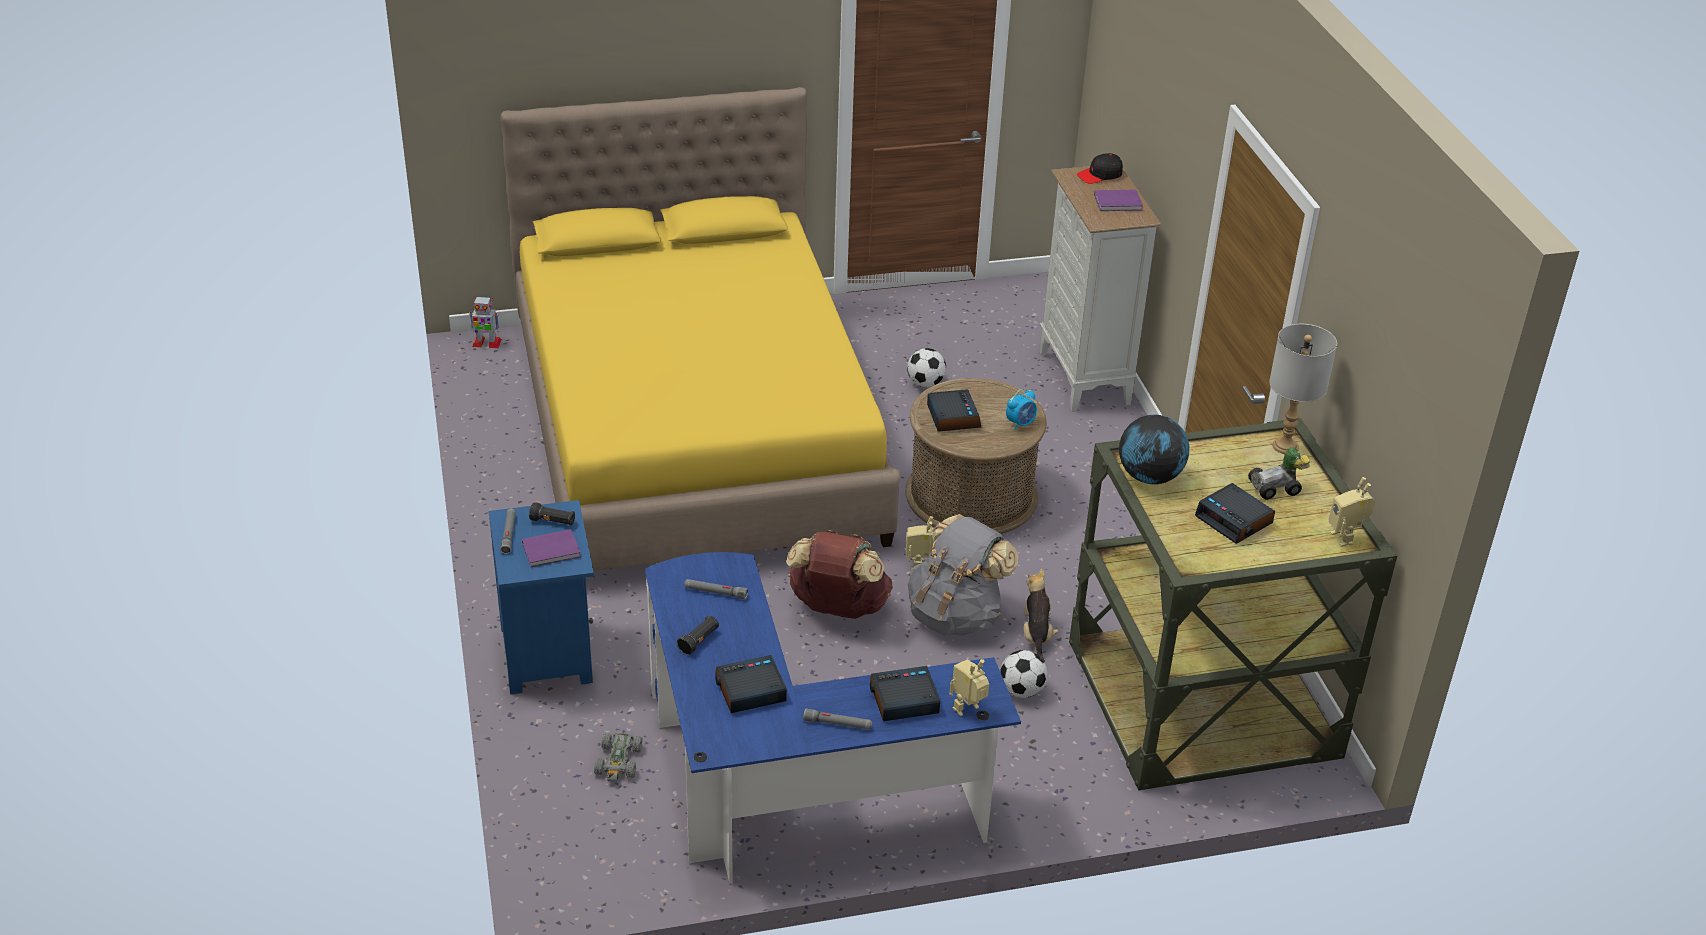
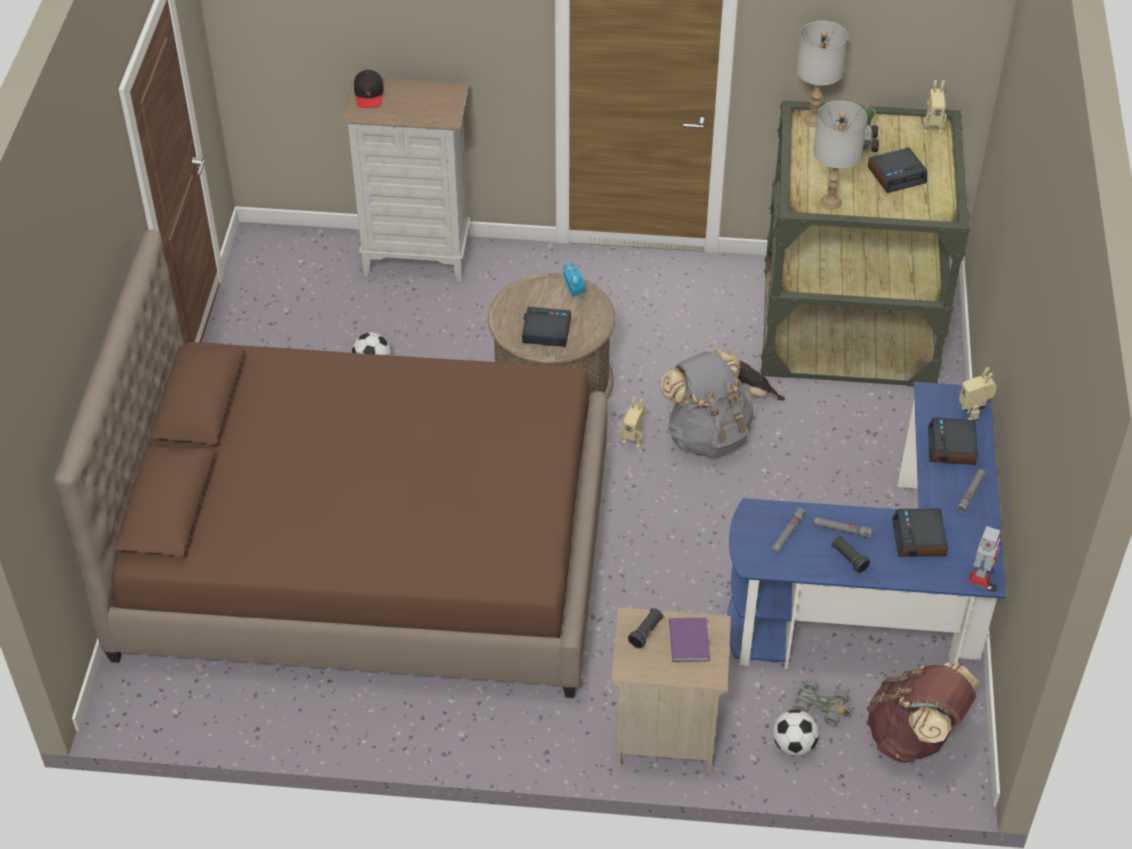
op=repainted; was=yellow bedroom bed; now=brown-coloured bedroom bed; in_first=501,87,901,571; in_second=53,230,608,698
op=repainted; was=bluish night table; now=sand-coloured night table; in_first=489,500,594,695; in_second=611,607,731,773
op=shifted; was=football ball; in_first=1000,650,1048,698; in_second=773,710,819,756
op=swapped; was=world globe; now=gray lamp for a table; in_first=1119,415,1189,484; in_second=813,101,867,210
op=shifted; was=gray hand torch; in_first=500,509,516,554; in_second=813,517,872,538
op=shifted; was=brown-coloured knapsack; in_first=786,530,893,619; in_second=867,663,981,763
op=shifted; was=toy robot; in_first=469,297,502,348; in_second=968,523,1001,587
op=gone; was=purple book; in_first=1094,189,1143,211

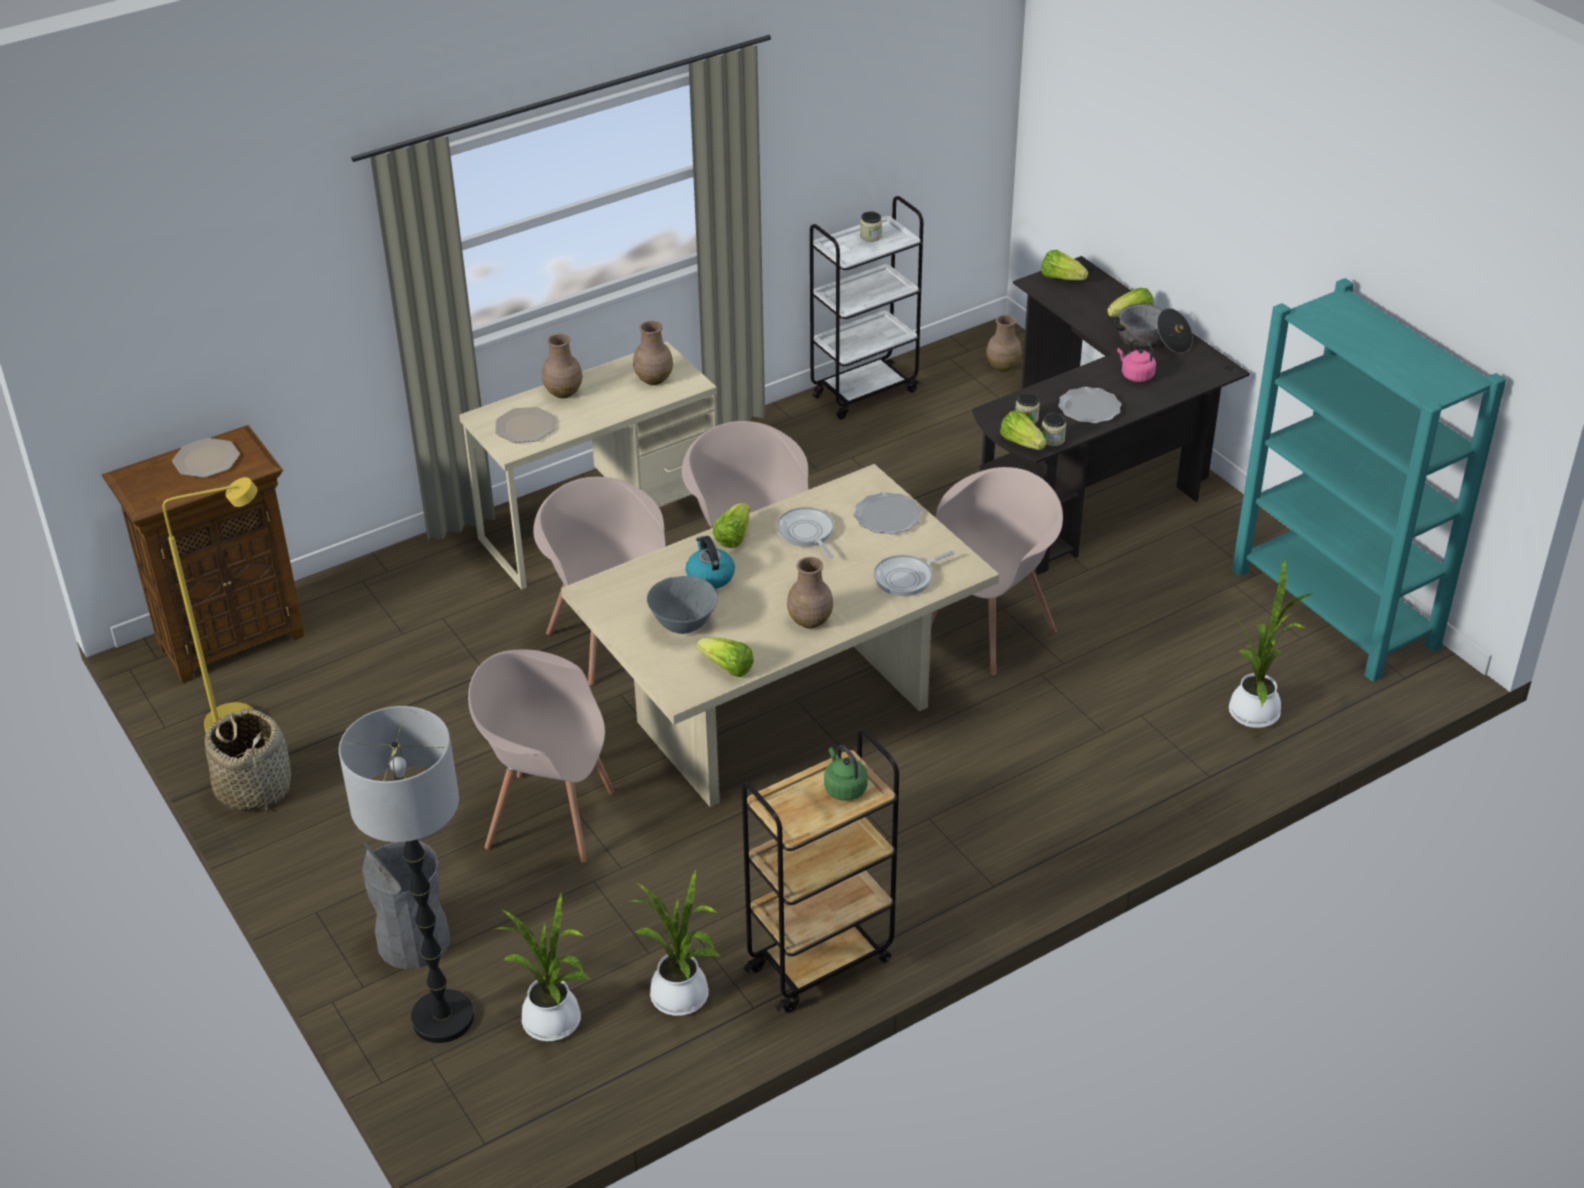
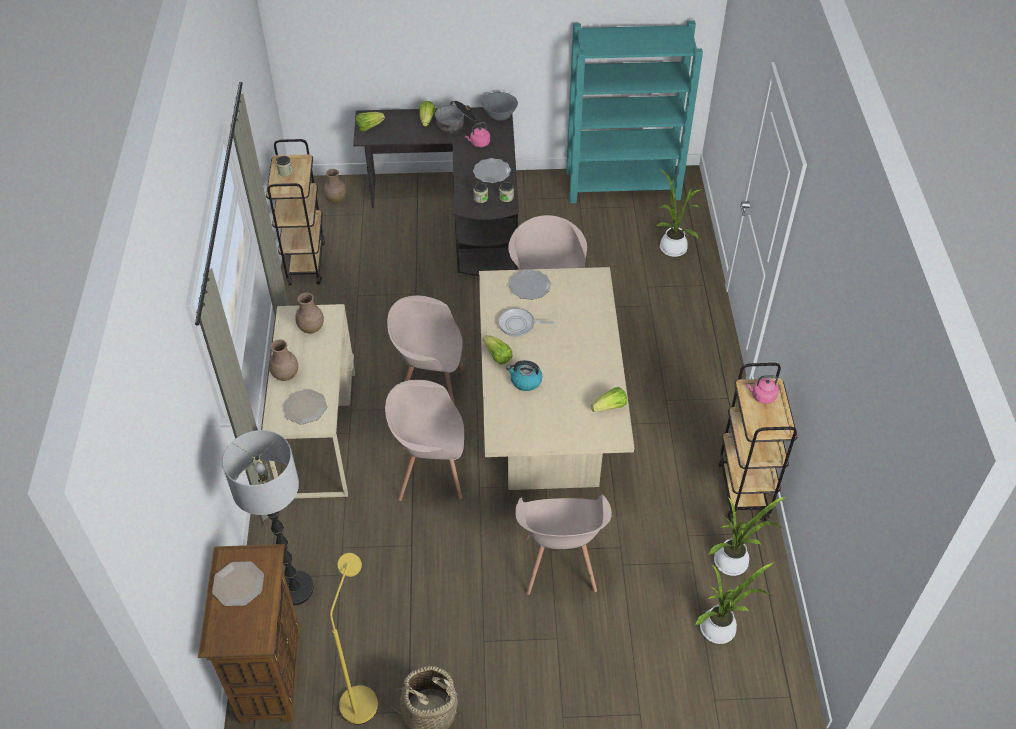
op=shifted; was=floor lamp; in_first=339,706,474,1043; in_second=222,430,314,606
op=repainted; was=white cart; now=brown-coloured cart; in_first=810,196,923,420; in_second=266,139,325,285
op=shifted; was=gray bowl; in_first=647,576,718,634; in_second=481,92,518,120
op=rotated; was=sand-coloured chair; in_first=468,650,614,863; in_second=515,495,612,595; clockwise=-45
op=repainted; was=green kettle; now=pinkish kettle; in_first=824,745,868,801; in_second=746,375,779,404
op=gone; was=gray trash can; in_first=362,841,451,970
op=gone; was=brown-coloured flower vase; in_first=787,557,833,629
op=gone; was=frying pan; in_first=874,550,955,596
op=gone; was=lettuce head; in_first=1000,411,1046,450

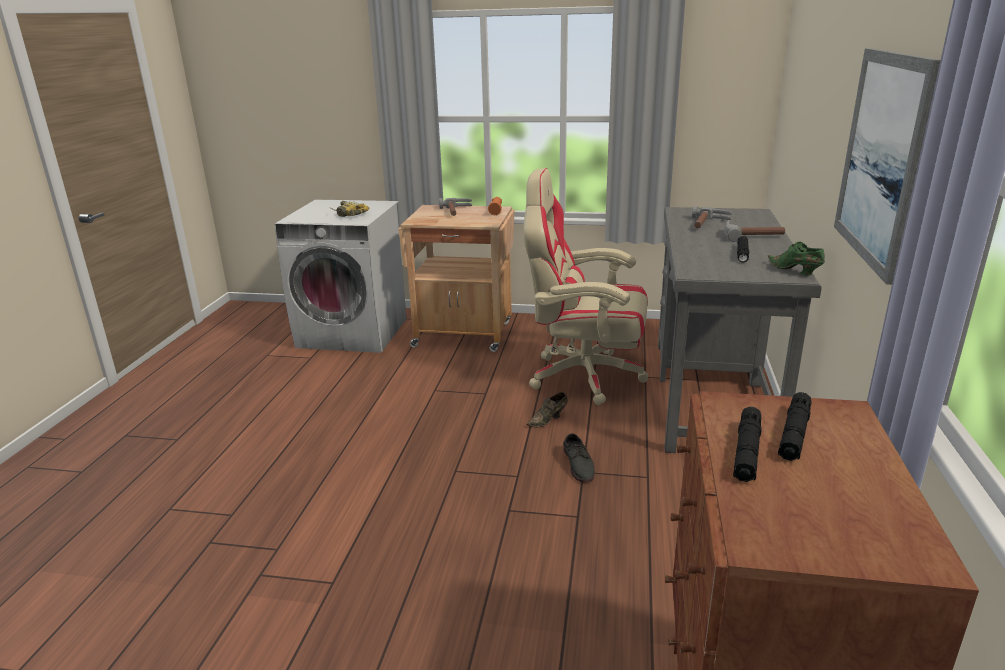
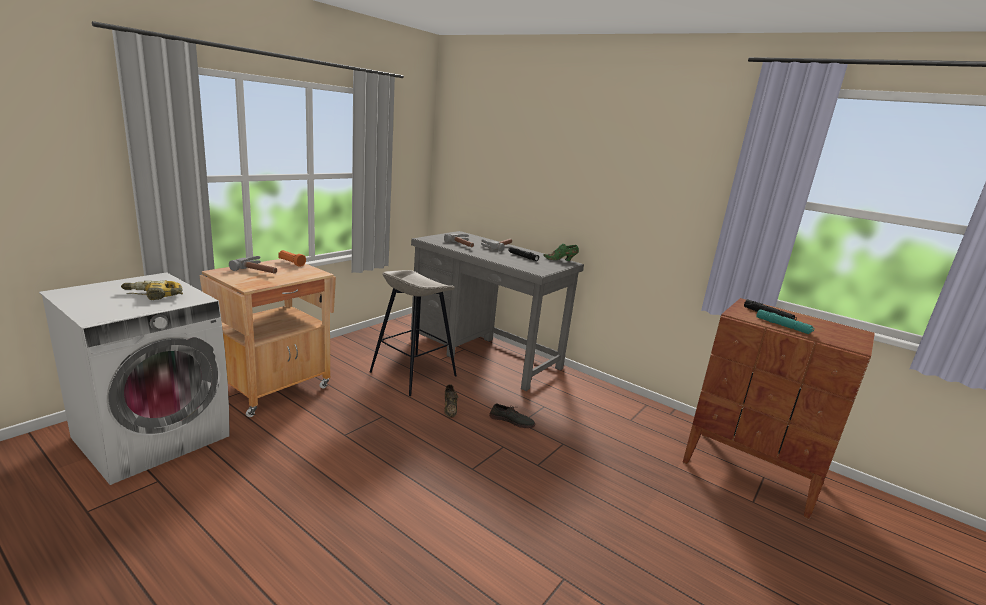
op=swapped; was=sand-coloured office chair; now=gray stool seat; in_first=524,168,648,405; in_second=370,270,457,396
op=repainted; was=black-coloured hand torch; now=blue-green hand torch; in_first=733,407,762,482; in_second=756,309,814,334
op=gone; was=wall art; in_first=834,48,941,285

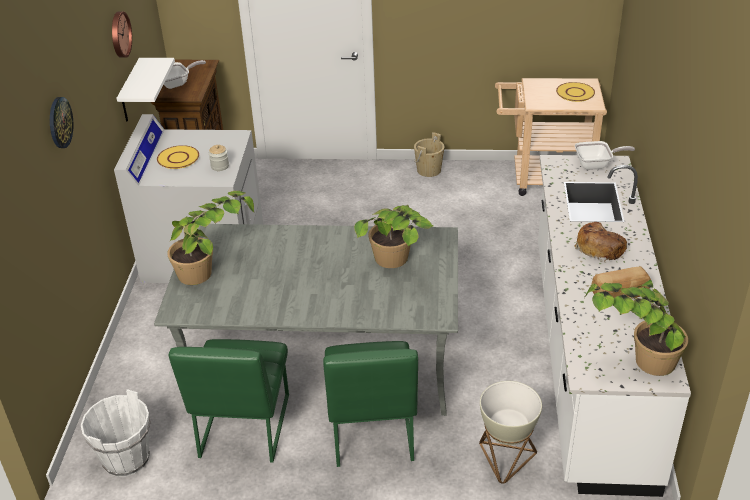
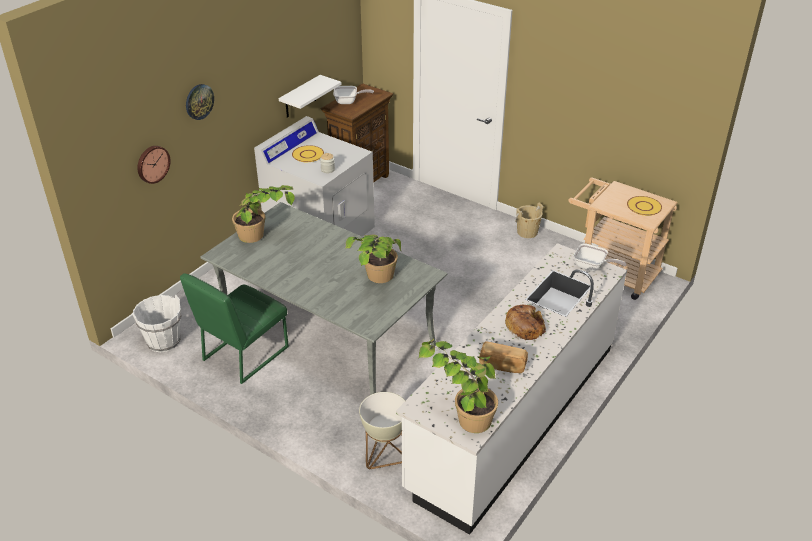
op=shifted; was=hanging clock; in_first=112,12,132,58; in_second=137,146,170,184
op=gone; was=green chair; in_first=323,341,418,467

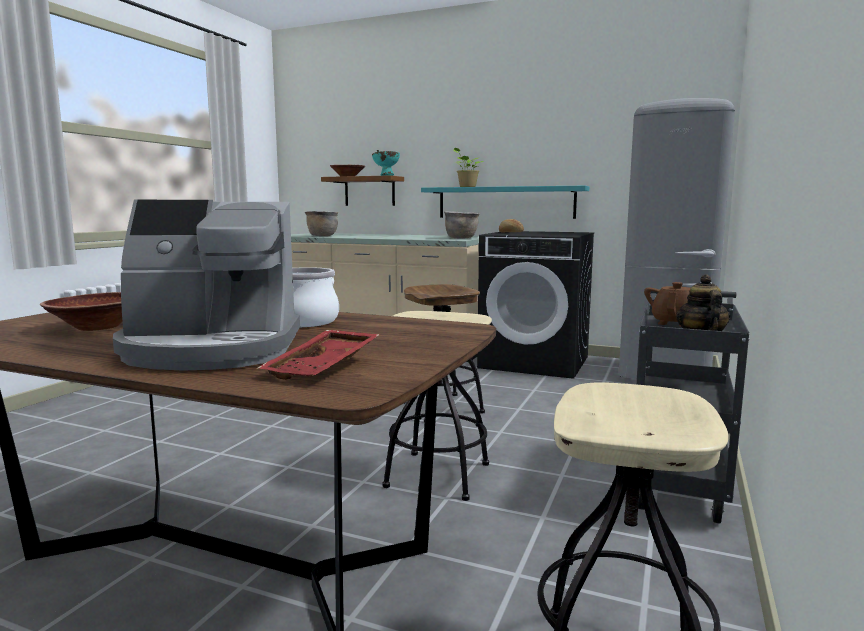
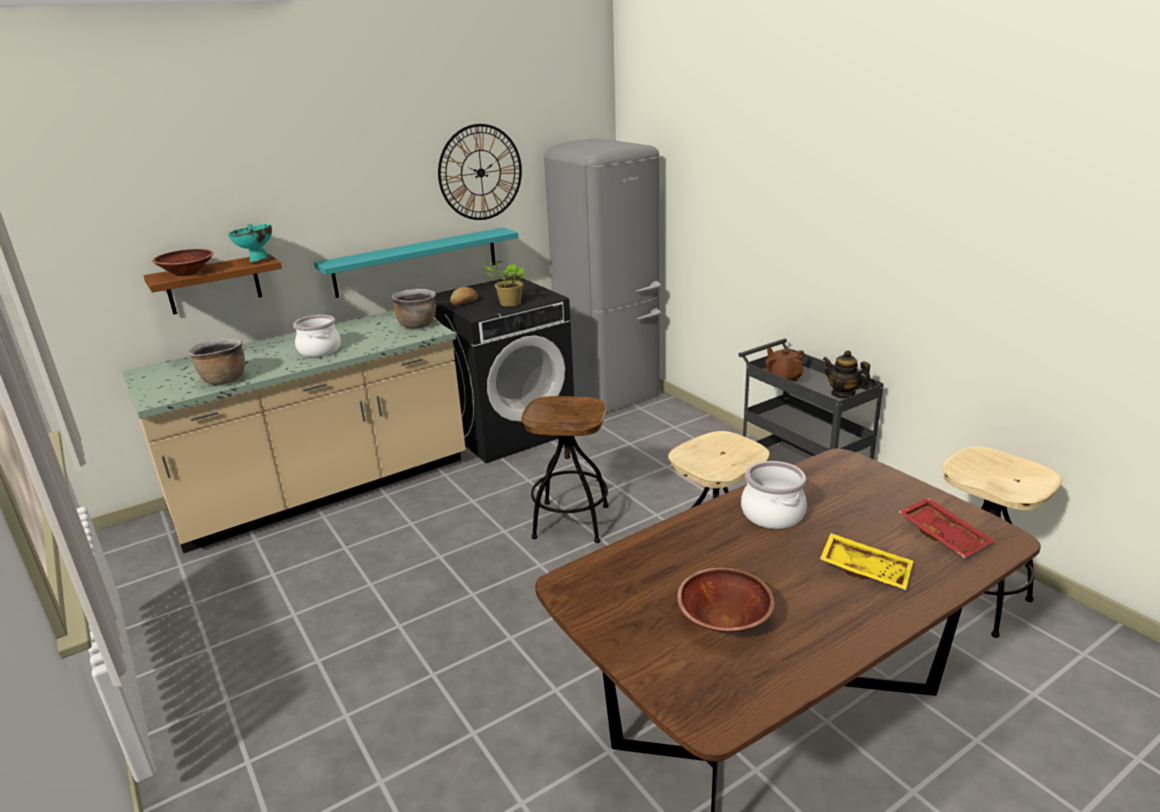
op=new; now=cooking pot; in_second=293,315,341,357
op=new; now=hanging clock; in_second=438,124,522,220
op=shifted; was=houseplant; in_first=452,148,484,187; in_second=483,260,525,307
op=swapped; was=coffee machine; now=yellow serving tray; in_first=113,200,300,371; in_second=820,533,913,590

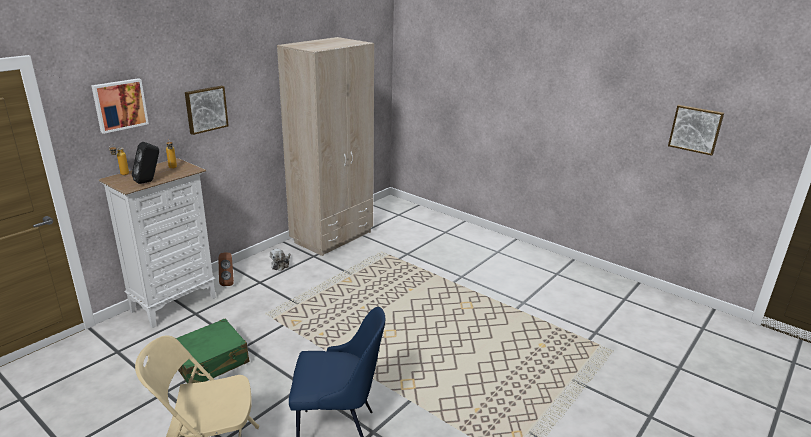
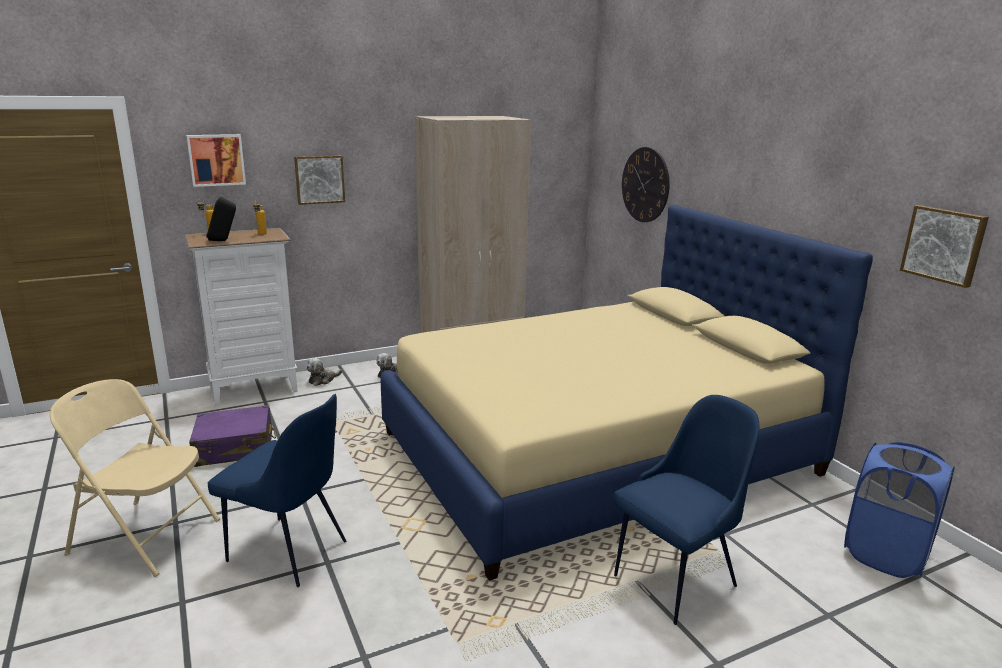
op=repainted; was=green piece of luggage; now=purple piece of luggage; in_first=176,319,249,384; in_second=189,405,276,467
op=swapped; was=brown-coloured speaker; now=plush toy; in_first=218,252,234,286; in_second=306,358,342,386
op=new; now=sand-coloured bedroom bed; in_second=381,205,873,581
op=new; now=bluish chair; in_second=613,395,759,625
op=new; now=hanging clock; in_second=622,147,670,222
op=new; now=bluish hamper; in_second=844,442,955,578

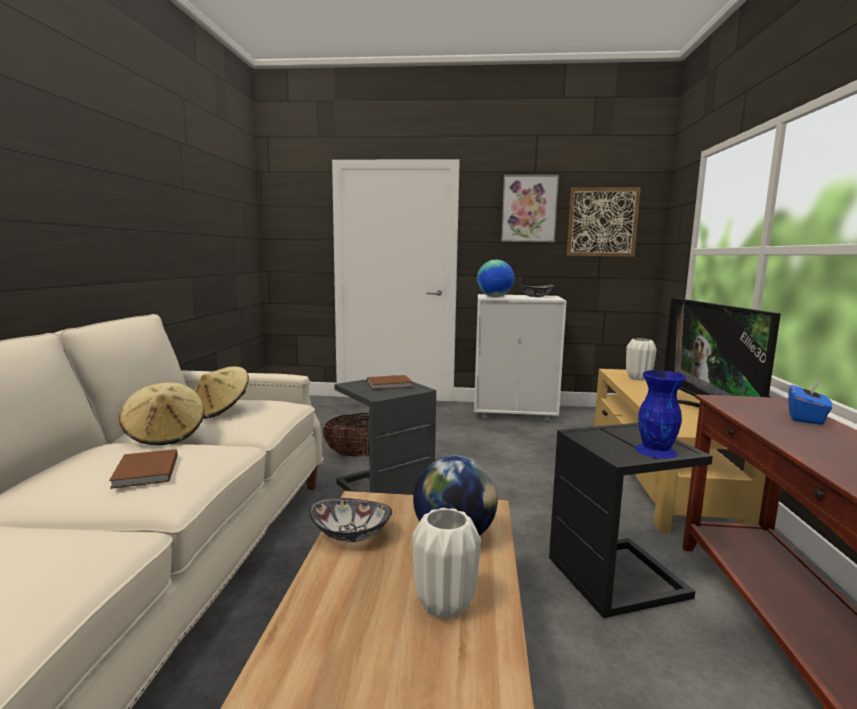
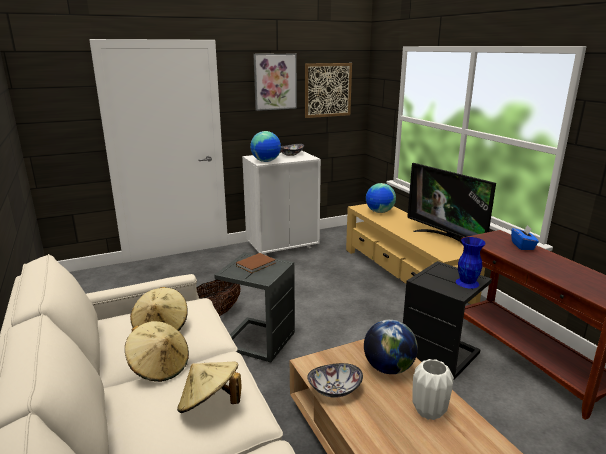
op=swapped; was=brown-coloured book; now=sand-coloured hat; in_first=109,449,177,489; in_second=177,361,242,413
op=swapped; was=white flower vase; now=world globe; in_first=626,338,657,380; in_second=366,183,396,213

